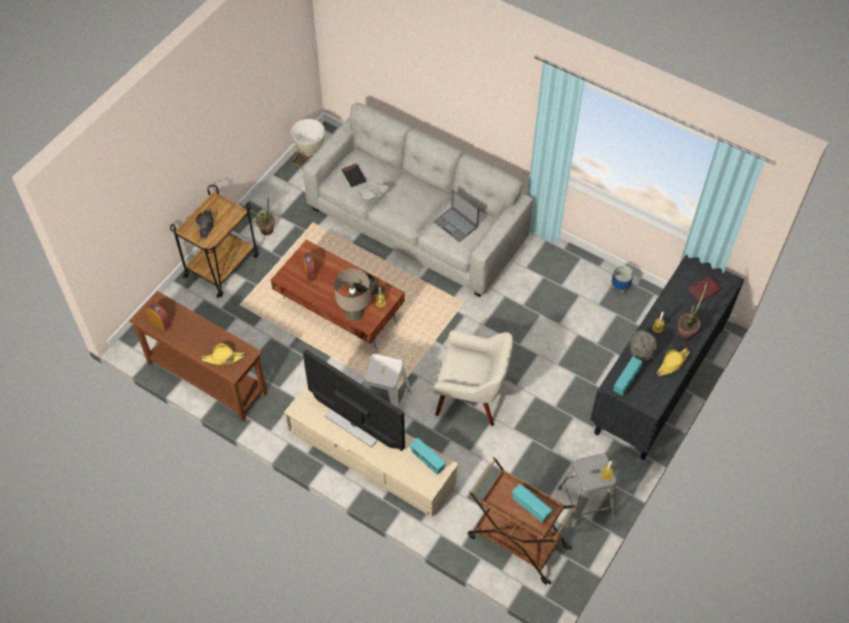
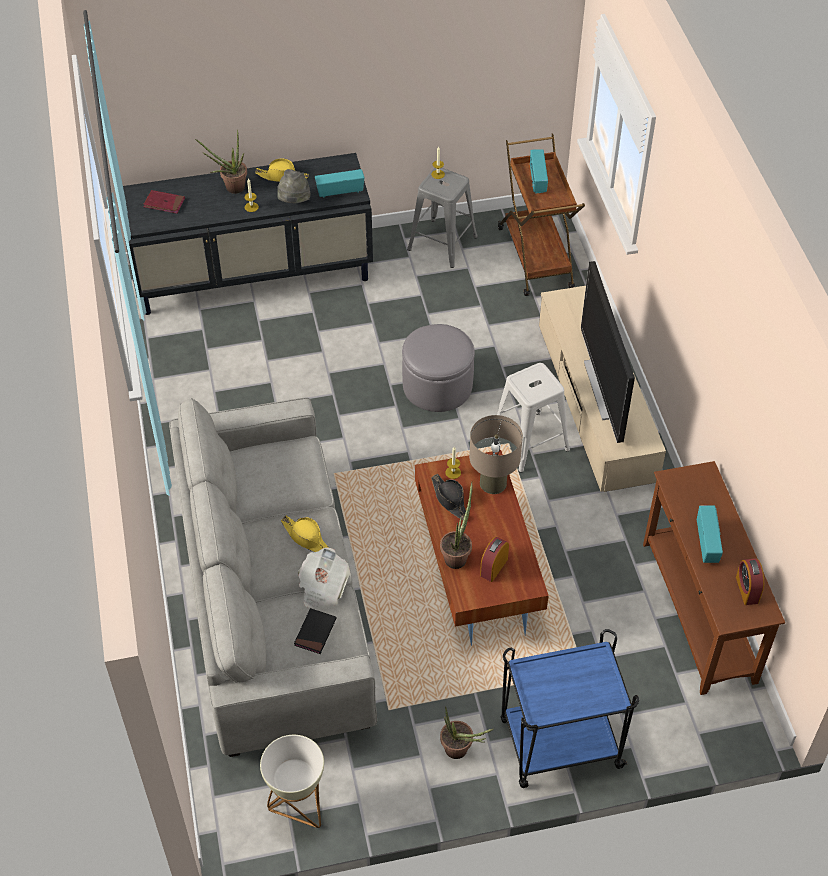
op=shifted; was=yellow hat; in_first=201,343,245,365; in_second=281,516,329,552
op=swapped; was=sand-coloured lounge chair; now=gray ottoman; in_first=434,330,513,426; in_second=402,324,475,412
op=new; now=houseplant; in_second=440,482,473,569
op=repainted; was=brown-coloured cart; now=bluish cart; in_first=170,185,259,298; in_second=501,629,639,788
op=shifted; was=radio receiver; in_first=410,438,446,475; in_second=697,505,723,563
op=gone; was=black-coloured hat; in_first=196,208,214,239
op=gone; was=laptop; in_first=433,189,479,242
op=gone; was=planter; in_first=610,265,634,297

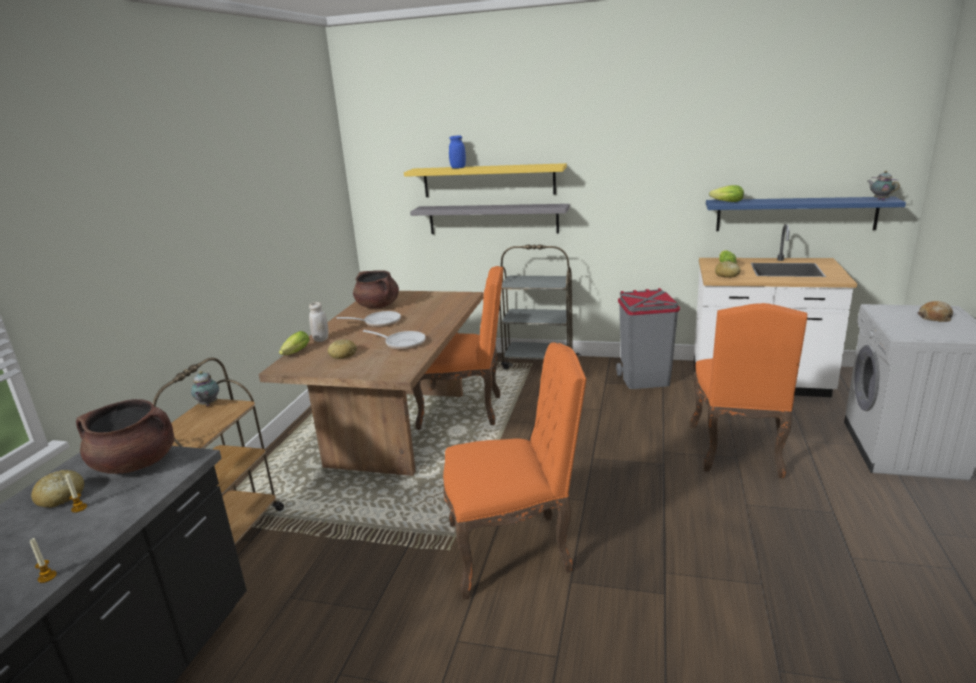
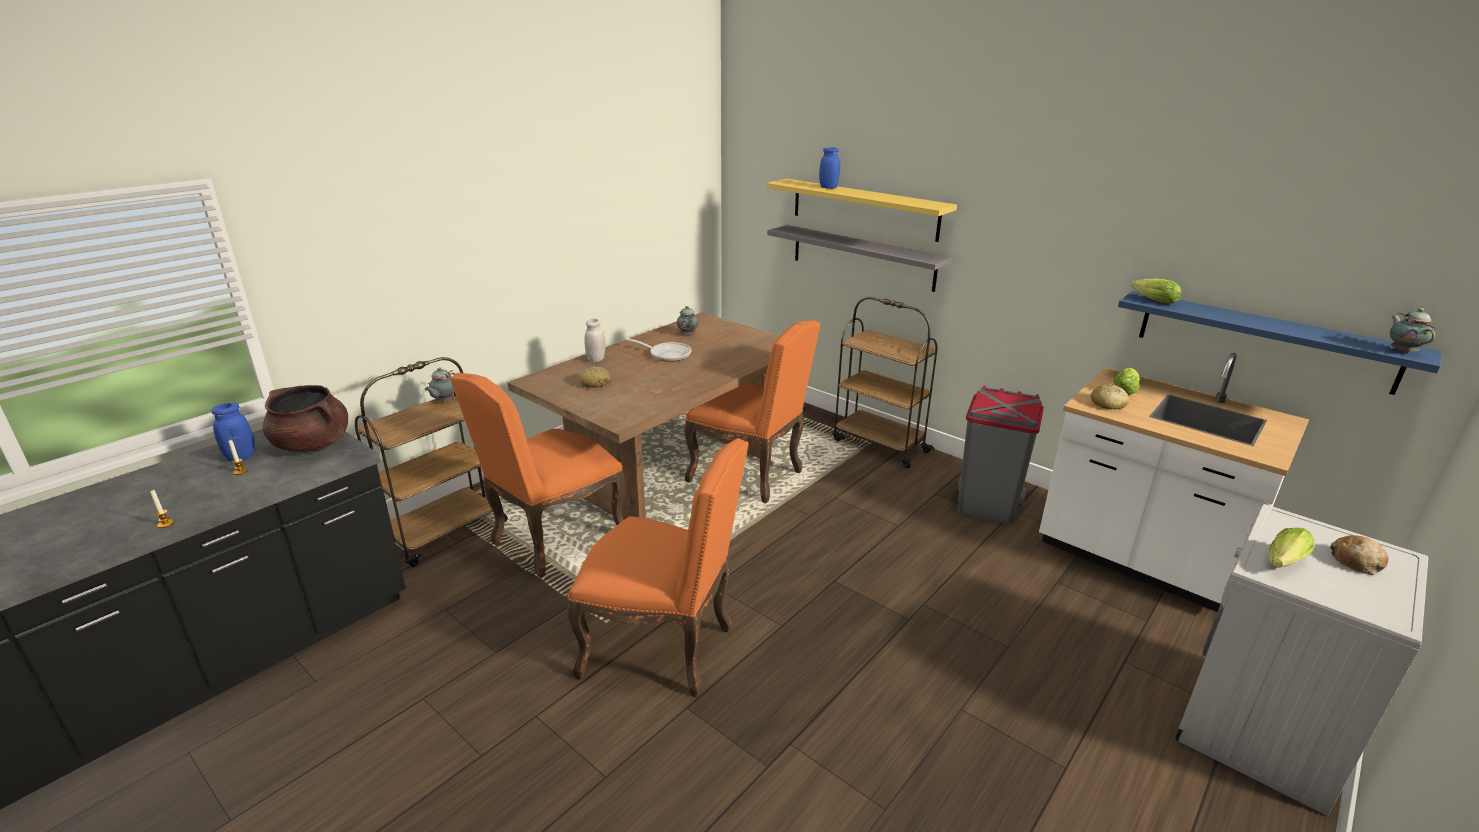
op=swapped; was=bakery bread; now=bluish preserve jar; in_first=31,470,84,508; in_second=212,403,255,461
op=shifted; was=orangey chair; in_first=691,303,808,478; in_second=450,373,625,578
op=swapped; was=brown-coloured cooking pot; now=teapot; in_first=353,271,399,309; in_second=677,306,698,336
op=repainted; was=gray cart; now=brown-coloured cart; in_first=499,245,581,370; in_second=832,297,937,469
op=shifted; was=lettuce head; in_first=279,331,310,355; in_second=1268,528,1315,568
op=gone; was=frying pan; in_first=363,330,425,350

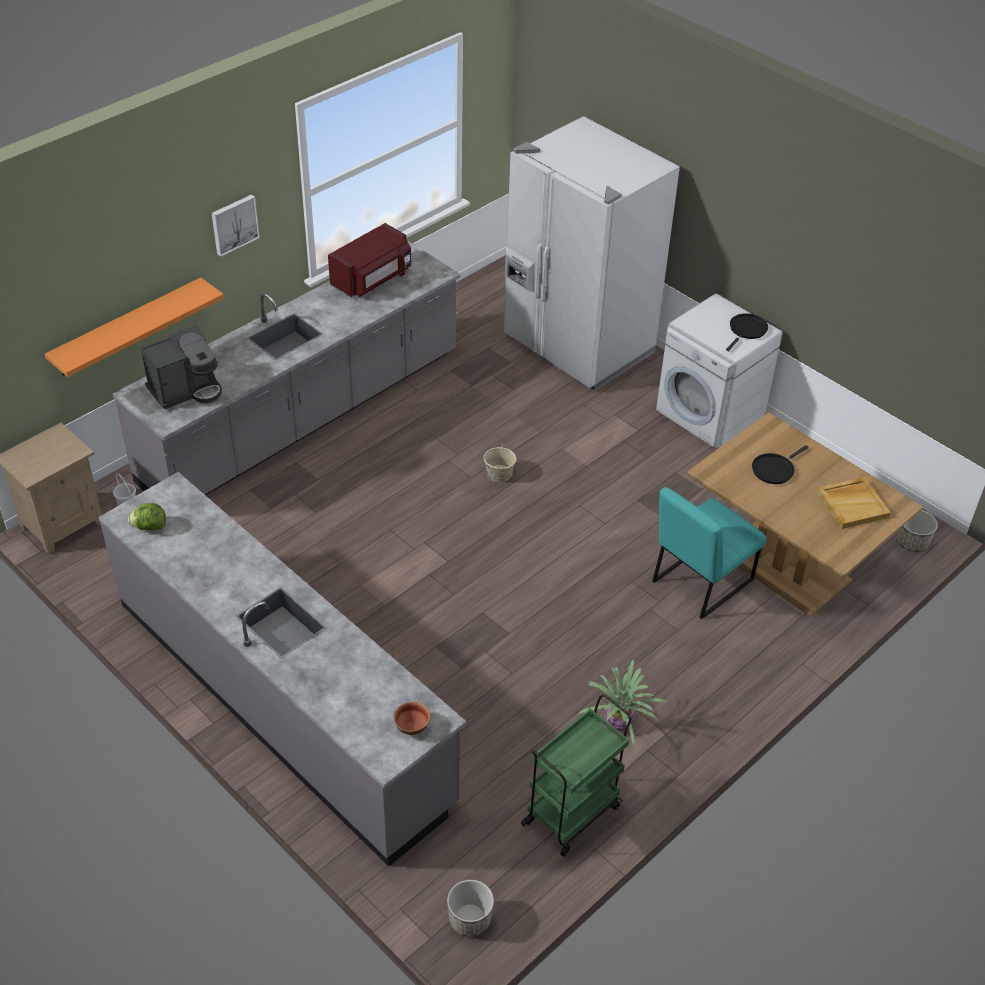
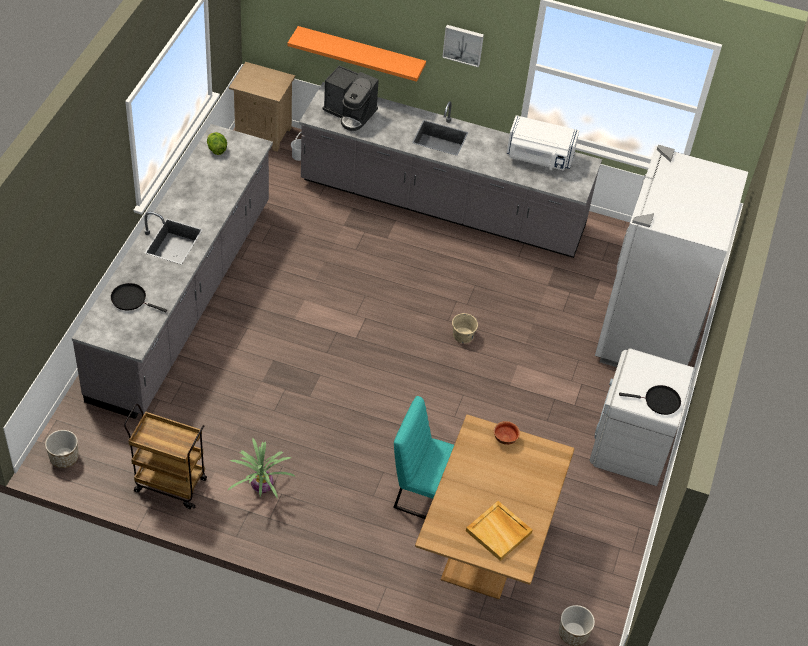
op=shifted; was=black-coloured frying pan; in_first=752,445,809,484; in_second=111,283,167,312
op=repainted; was=green cart; now=brown-coloured cart; in_first=521,694,631,857; in_second=124,404,207,509
op=shifted; was=bowl; in_first=394,702,430,735; in_second=494,421,520,445
op=repainted; was=reddish microwave; now=white microwave; in_first=328,223,411,297; in_second=507,115,579,171

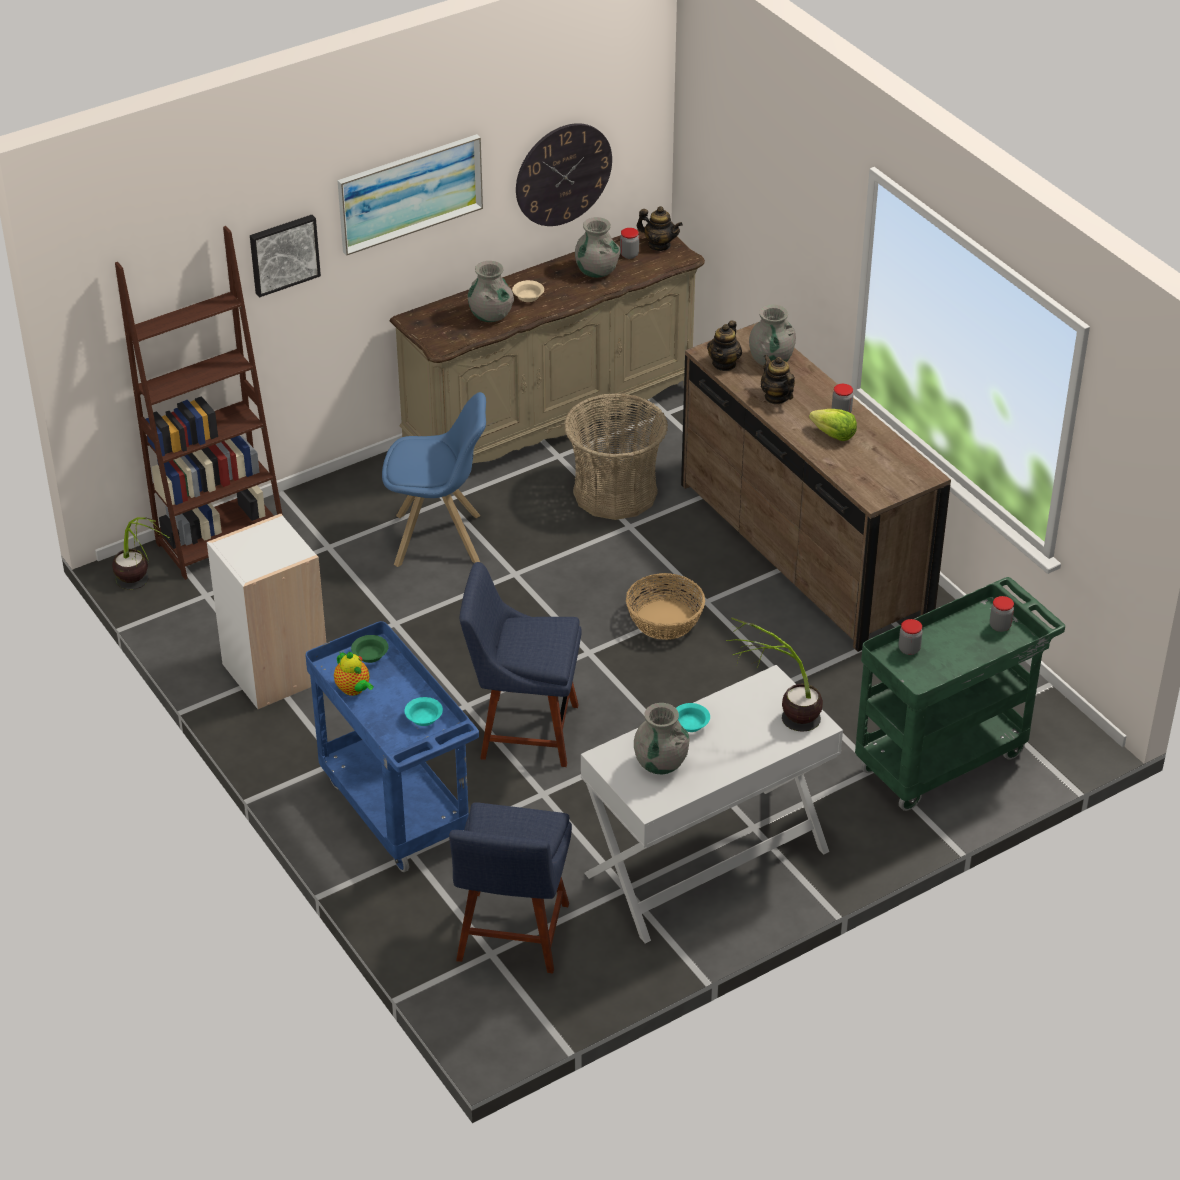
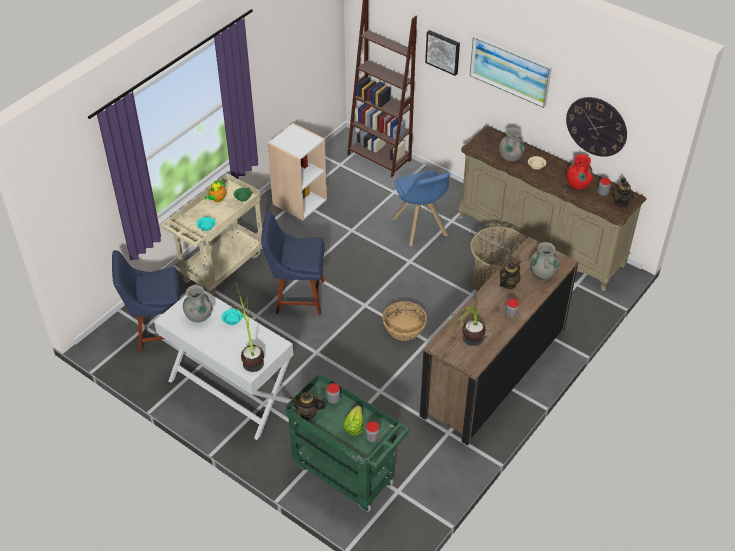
op=repainted; was=bluish cart; now=sand-coloured cart; in_first=305,621,479,872; in_second=161,174,262,295
op=rotated; was=bluish chair; in_first=460,562,582,767; in_second=261,212,325,315; clockwise=-75
op=shifted; was=teapot; in_first=707,320,742,371; in_second=289,392,326,420
op=shifted; was=lettuce head; in_first=809,409,857,441; in_second=343,406,363,436
op=shifted; was=houseplant; in_first=112,517,170,590; in_second=448,307,485,346
op=repainted; was=gray flower vase; now=reddish flower vase; in_first=575,217,620,278; in_second=567,154,593,189

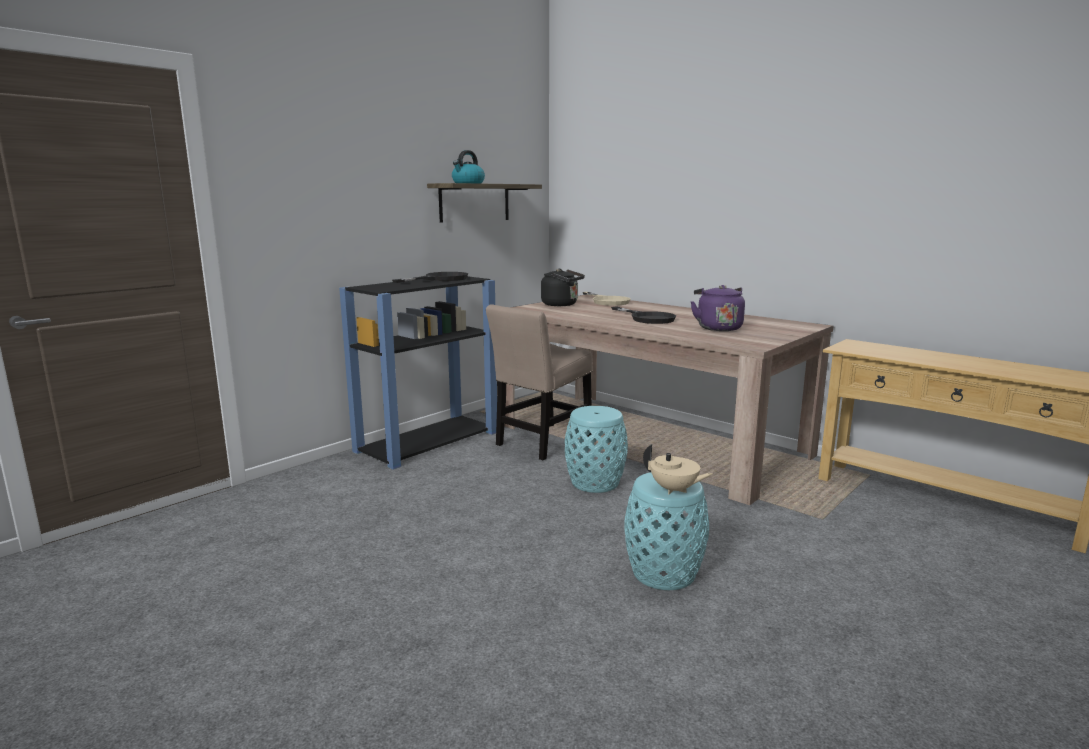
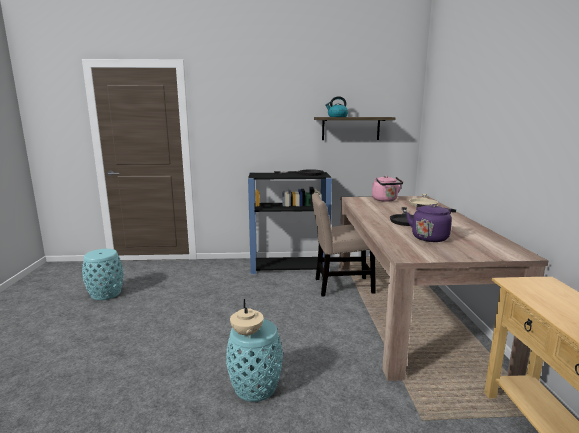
op=shifted; was=blue-green stool seat; in_first=565,406,628,493; in_second=82,249,123,300
op=repainted; was=black-coloured kettle; now=pinkish kettle; in_first=541,269,585,306; in_second=372,176,403,202

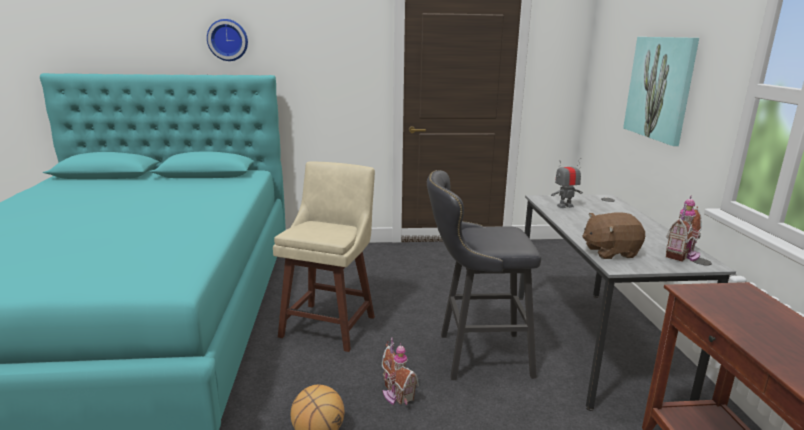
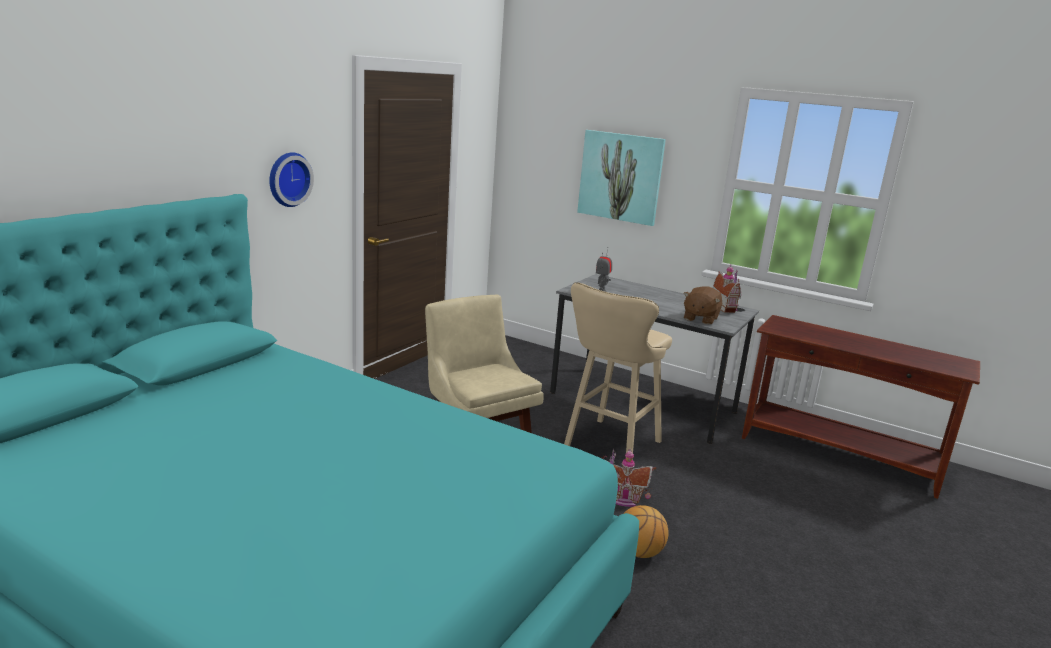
op=shifted; was=hanging clock; in_first=207,19,248,61; in_second=269,152,314,207
op=repainted; was=black-coloured stool seat; now=sand-coloured stool seat; in_first=427,170,541,380; in_second=564,283,672,459

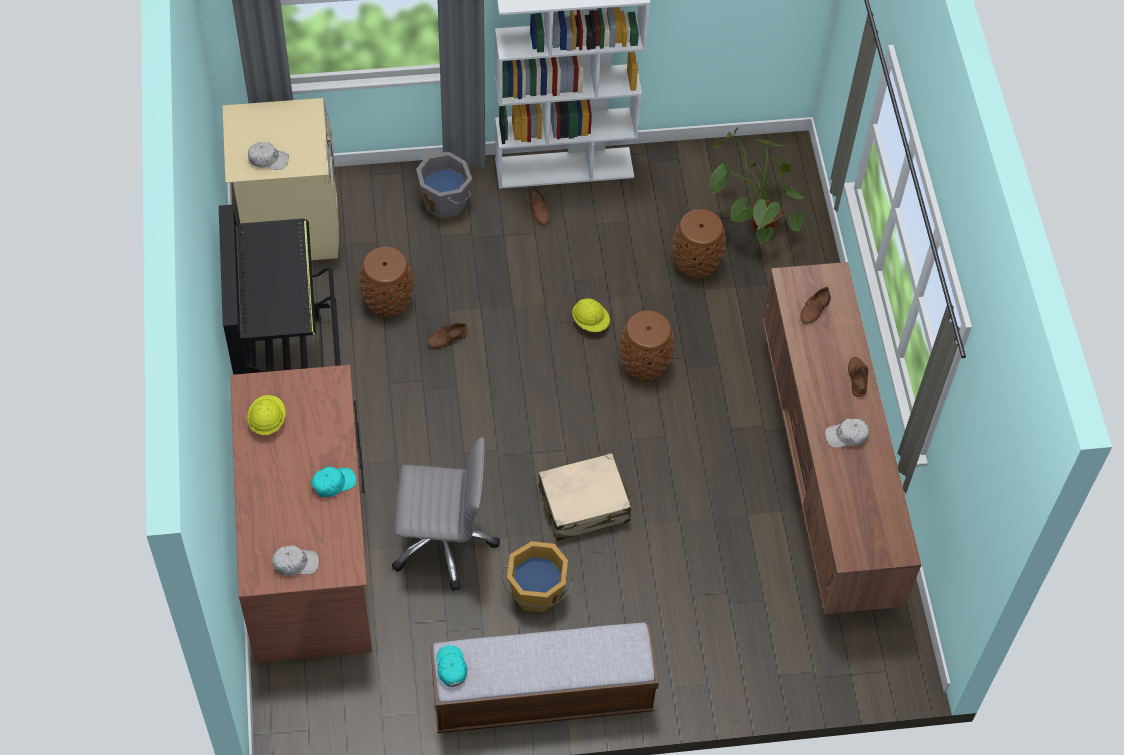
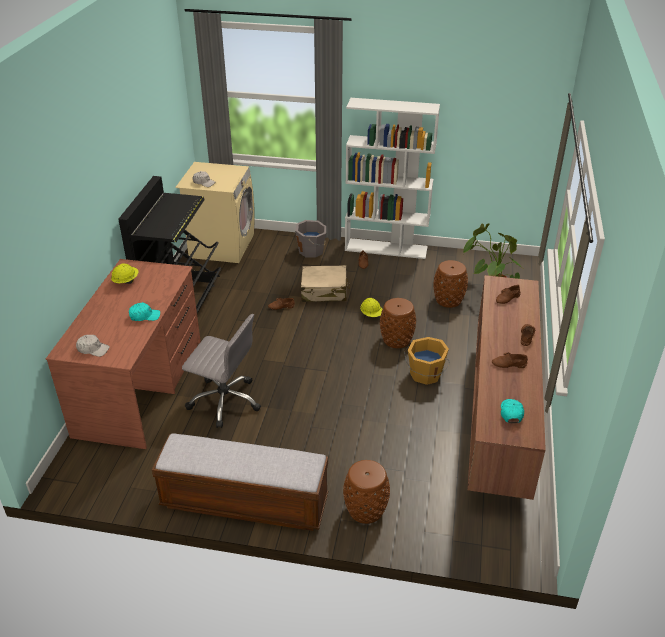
op=shifted; was=sand-coloured piece of luggage; in_first=539,453,631,541; in_second=301,265,350,302
op=shifted; was=brown-coloured stool seat; in_first=359,247,414,317; in_second=343,460,390,524
op=shifted; was=orangey water bucket; in_first=500,541,574,612; in_second=404,337,450,385
op=swapped; was=white cap; now=brown-coloured low shoe; in_first=825,419,869,447; in_second=492,353,528,368
op=shifted; was=blue-green cap; in_first=436,645,468,687; in_second=501,399,524,423

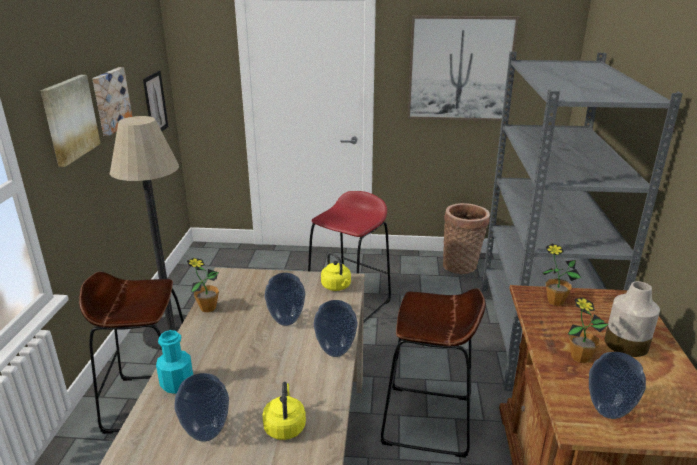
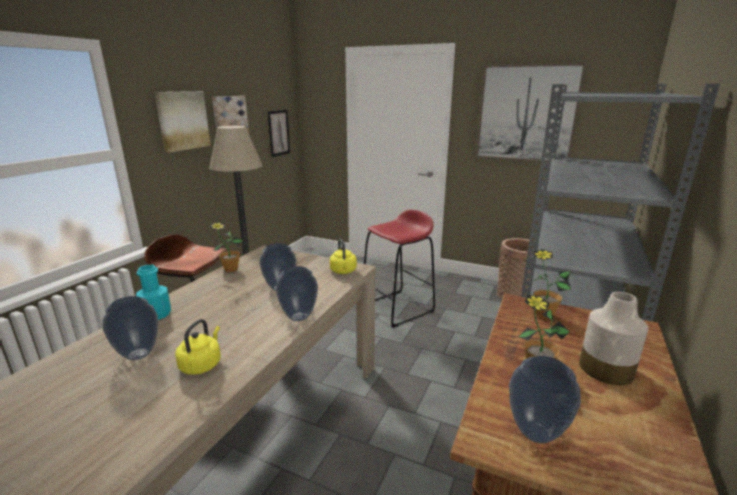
op=gone; was=brown-coloured stool seat; in_first=381,288,486,458

